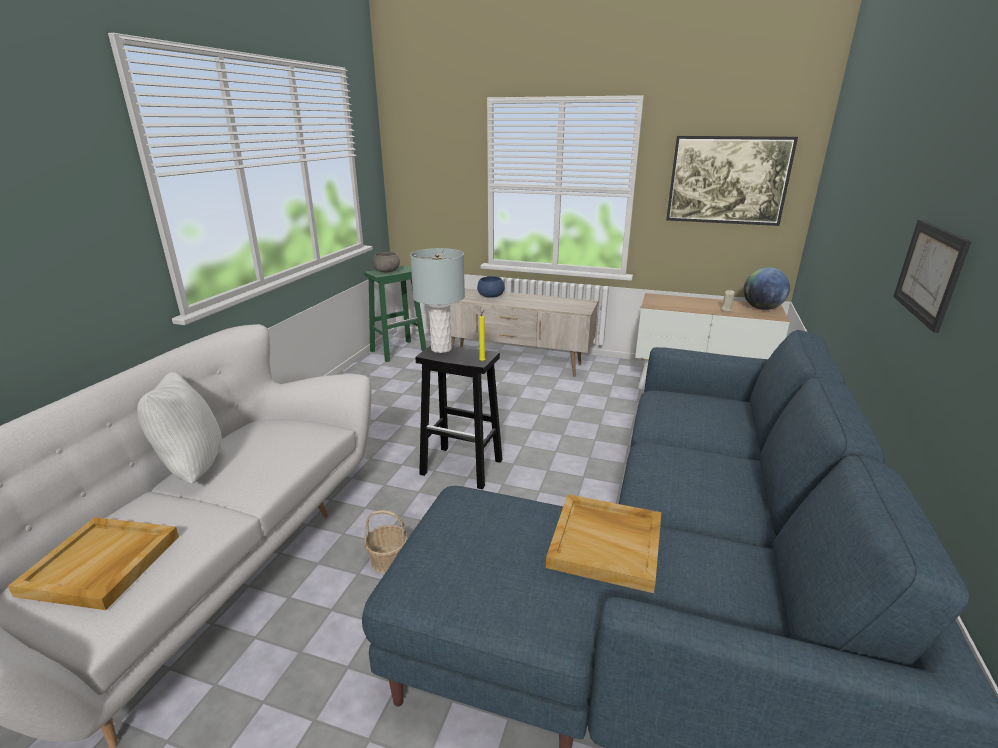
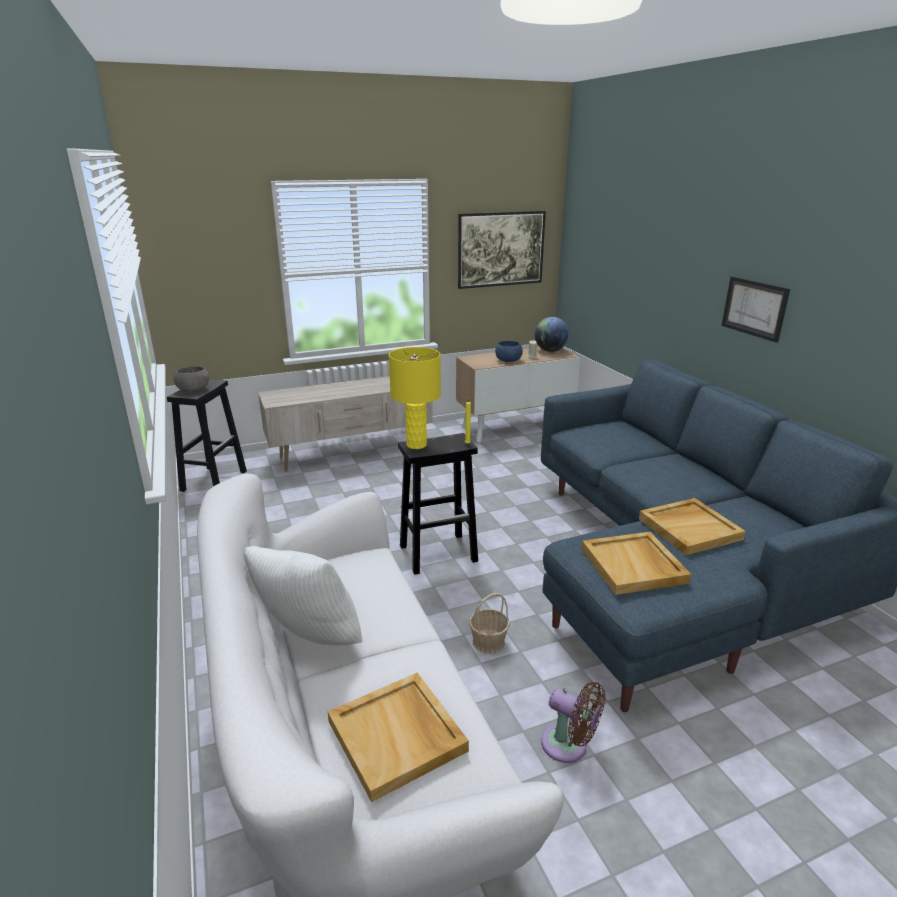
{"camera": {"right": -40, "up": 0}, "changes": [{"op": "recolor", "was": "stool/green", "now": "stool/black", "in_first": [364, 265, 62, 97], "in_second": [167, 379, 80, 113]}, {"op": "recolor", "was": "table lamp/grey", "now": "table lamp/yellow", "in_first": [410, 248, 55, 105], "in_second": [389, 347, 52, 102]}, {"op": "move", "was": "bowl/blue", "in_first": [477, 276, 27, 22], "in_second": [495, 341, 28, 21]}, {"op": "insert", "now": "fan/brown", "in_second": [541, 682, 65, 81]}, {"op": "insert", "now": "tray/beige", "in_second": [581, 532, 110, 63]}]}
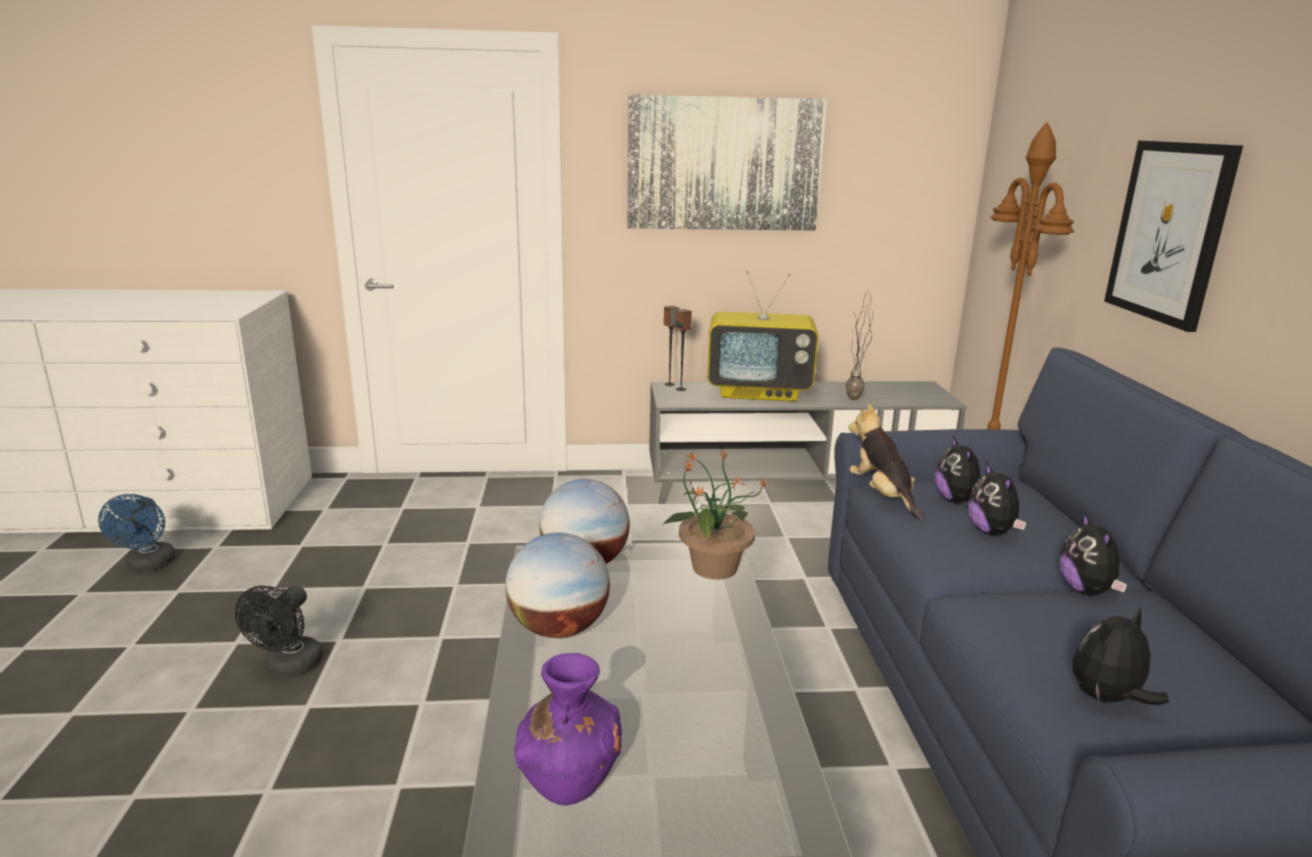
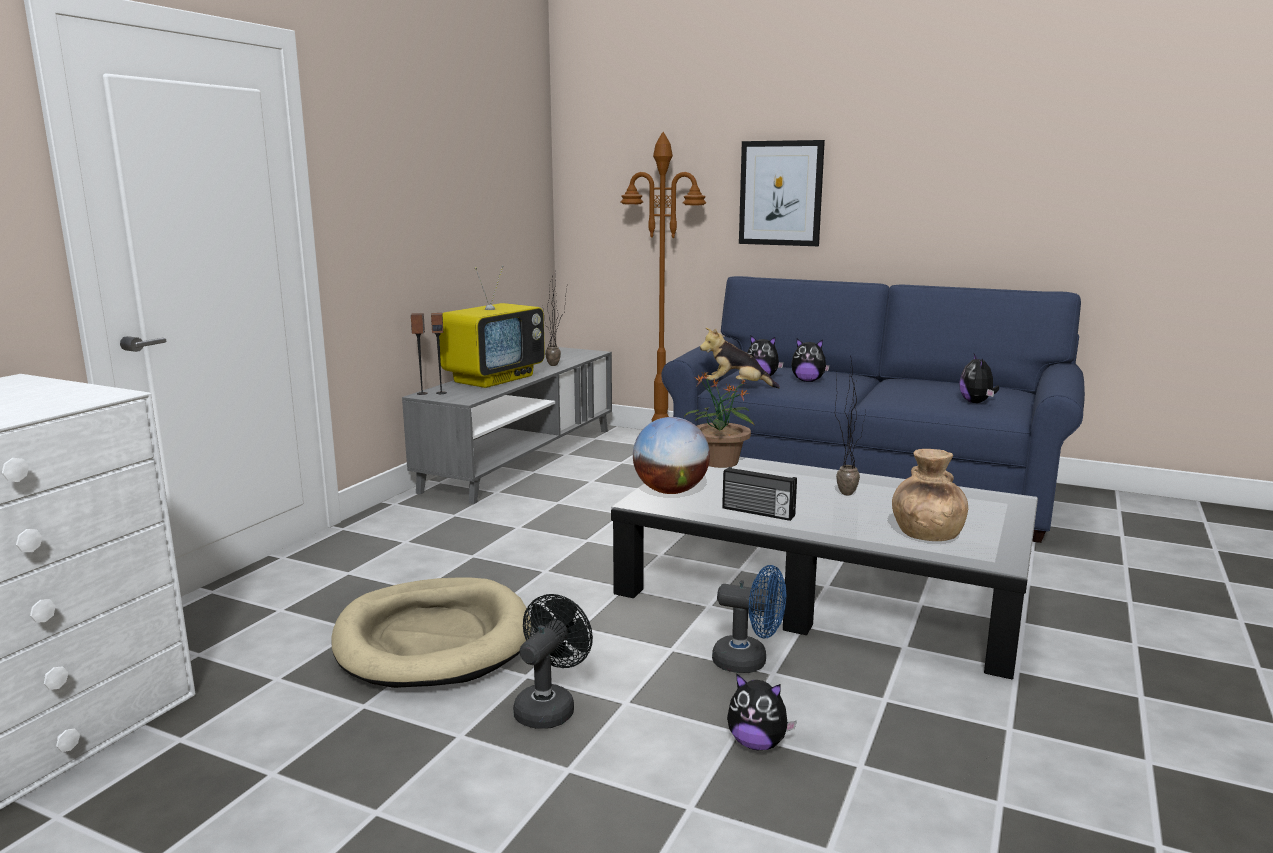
{"camera": {"right": -60, "up": -5}, "changes": [{"op": "move", "was": "fan/blue", "in_first": [98, 494, 78, 77], "in_second": [712, 565, 74, 108]}, {"op": "rotate", "was": "fan/black", "in_first": [235, 585, 88, 92], "in_second": [513, 594, 80, 135], "clockwise": -105}, {"op": "replace", "was": "globe", "now": "radio", "in_first": [505, 532, 105, 106], "in_second": [722, 467, 75, 54]}, {"op": "recolor", "was": "vase/purple", "now": "vase/brown", "in_first": [515, 653, 107, 152], "in_second": [892, 449, 76, 92]}, {"op": "delete", "was": "picture", "in_first": [628, 95, 199, 136]}, {"op": "move", "was": "plush toy", "in_first": [1060, 512, 67, 83], "in_second": [727, 673, 70, 77]}, {"op": "insert", "now": "dog bed/beige", "in_second": [332, 577, 200, 111]}, {"op": "insert", "now": "potted plant", "in_second": [835, 356, 31, 139]}]}
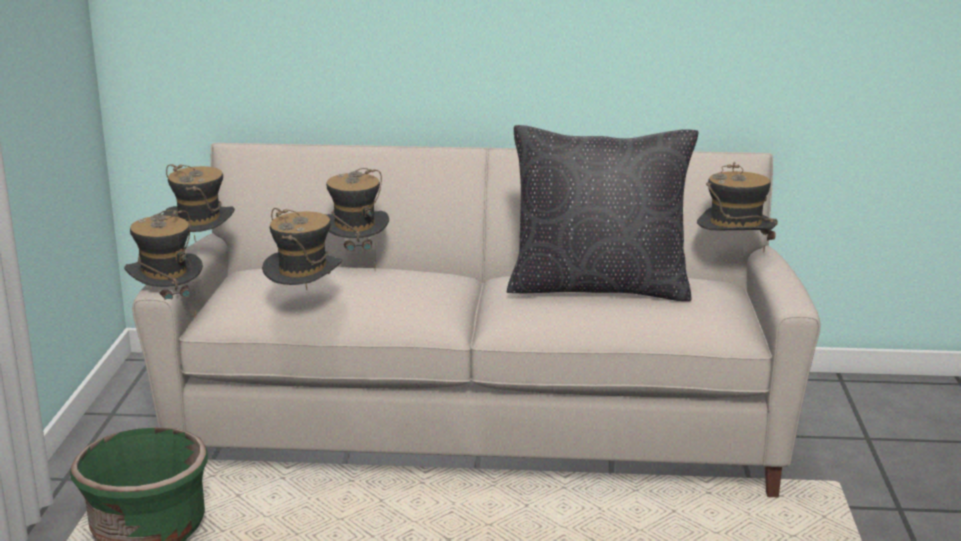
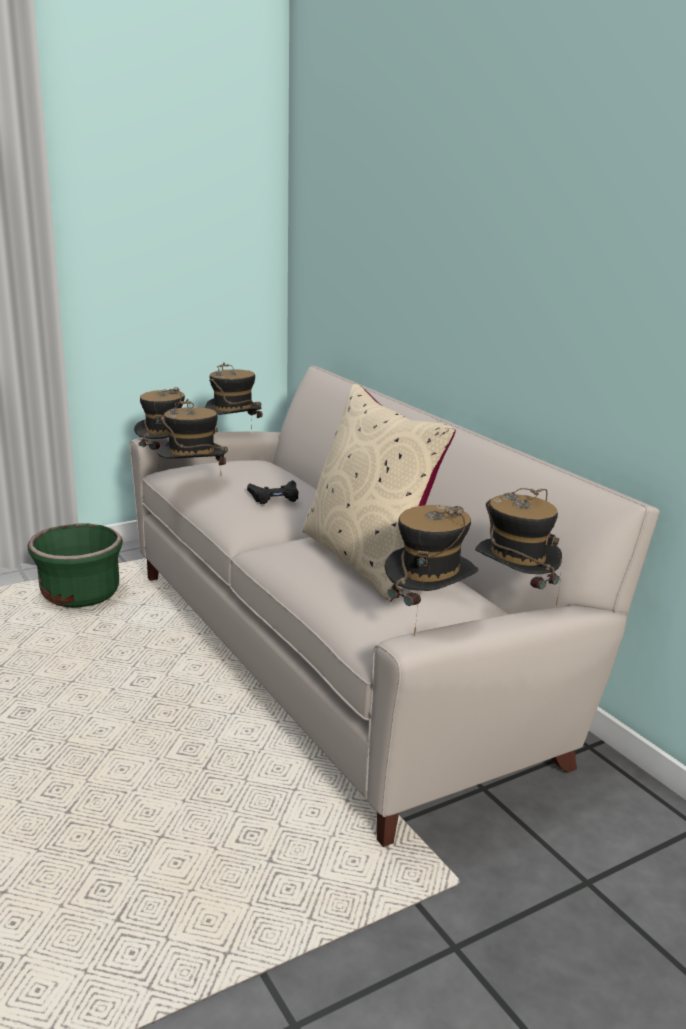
{"camera": {"right": 55, "up": 0}, "changes": [{"op": "move", "was": "hat", "in_first": [325, 168, 64, 101], "in_second": [385, 505, 94, 130]}, {"op": "recolor", "was": "pillow/black", "now": "pillow/beige", "in_first": [507, 125, 192, 176], "in_second": [302, 384, 154, 218]}, {"op": "insert", "now": "game controller/black", "in_second": [247, 480, 51, 24]}]}
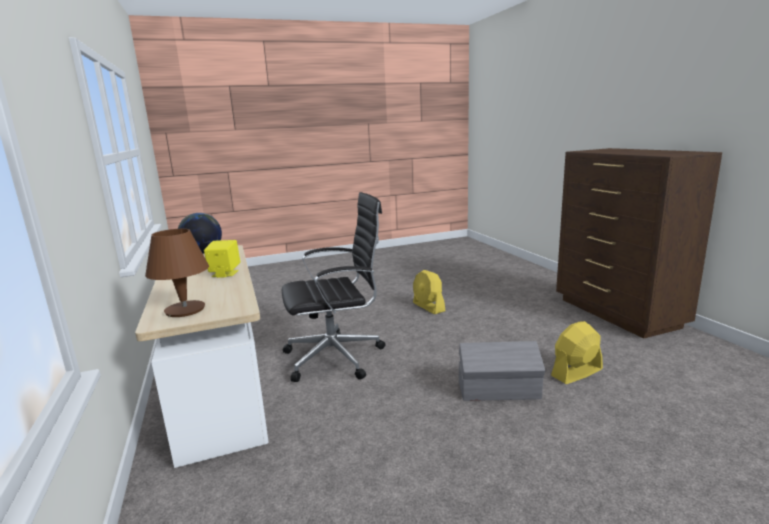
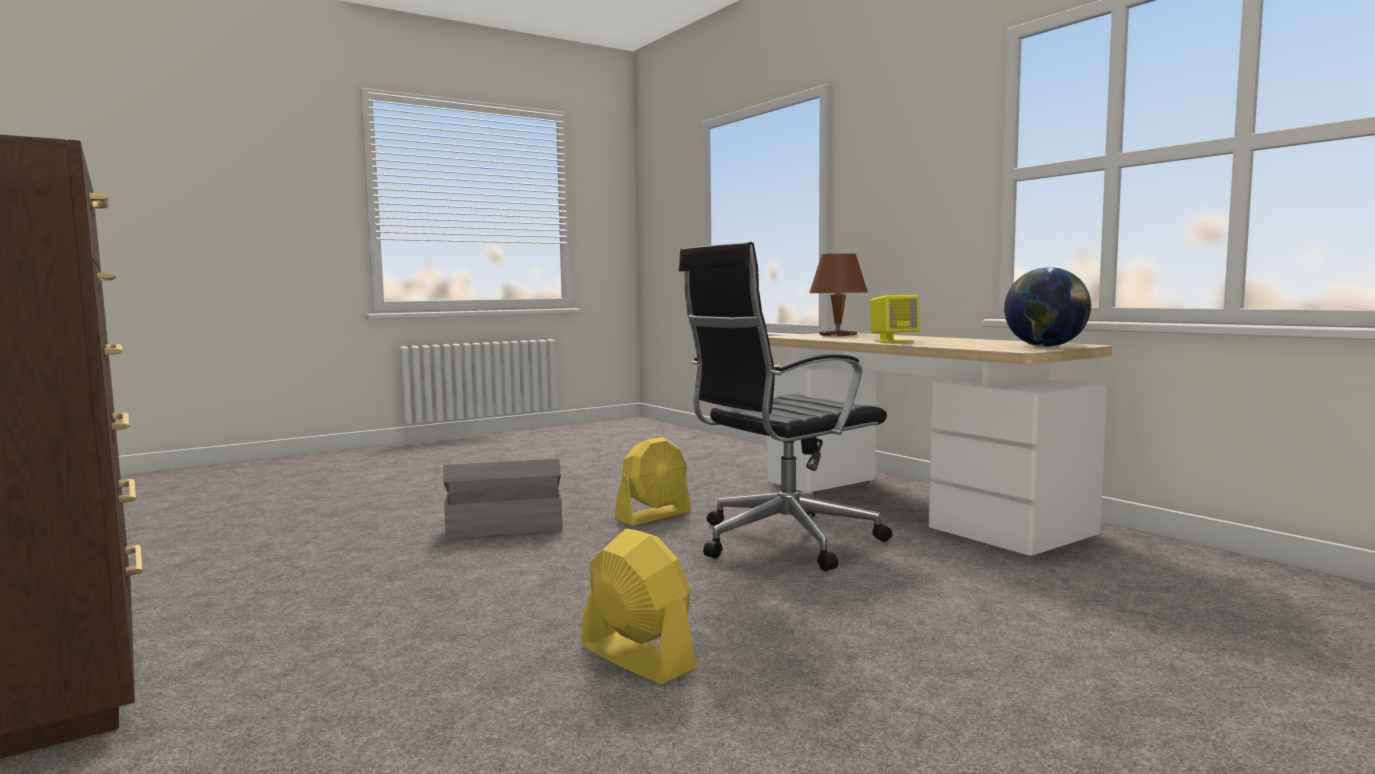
{"camera": {"right": 165, "up": -10}, "changes": [{"op": "move", "was": "fan/yellow", "in_first": [551, 321, 52, 63], "in_second": [614, 437, 77, 89]}]}
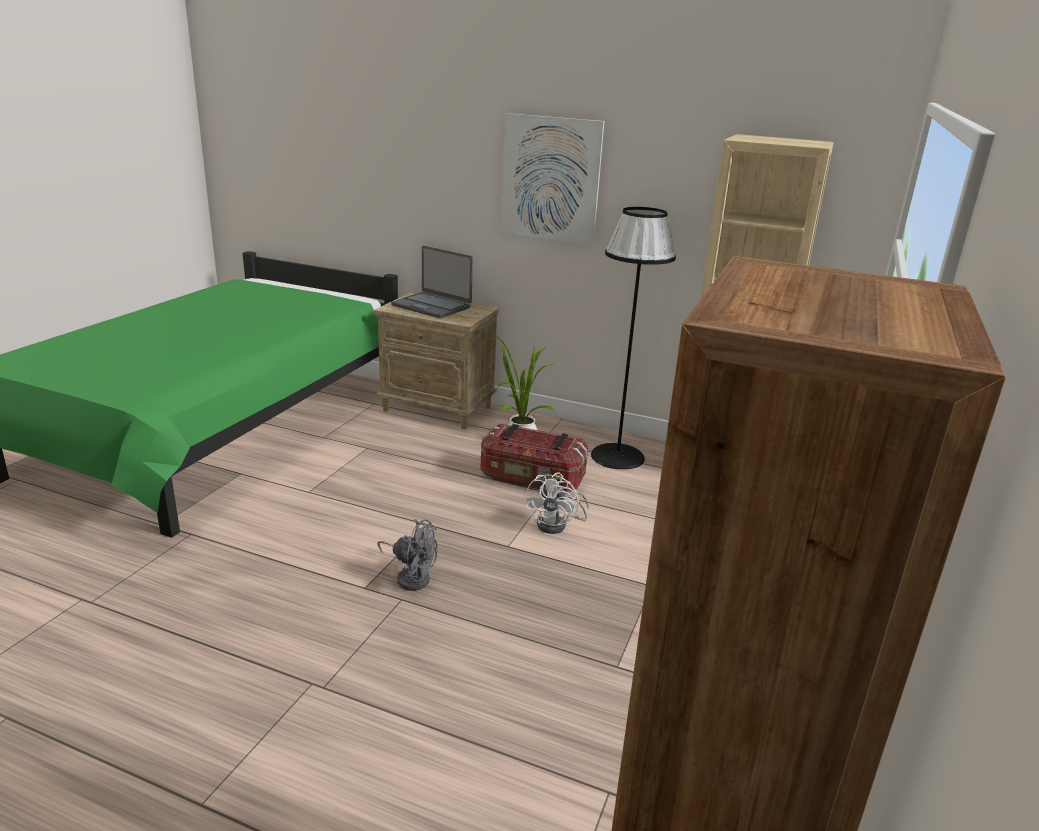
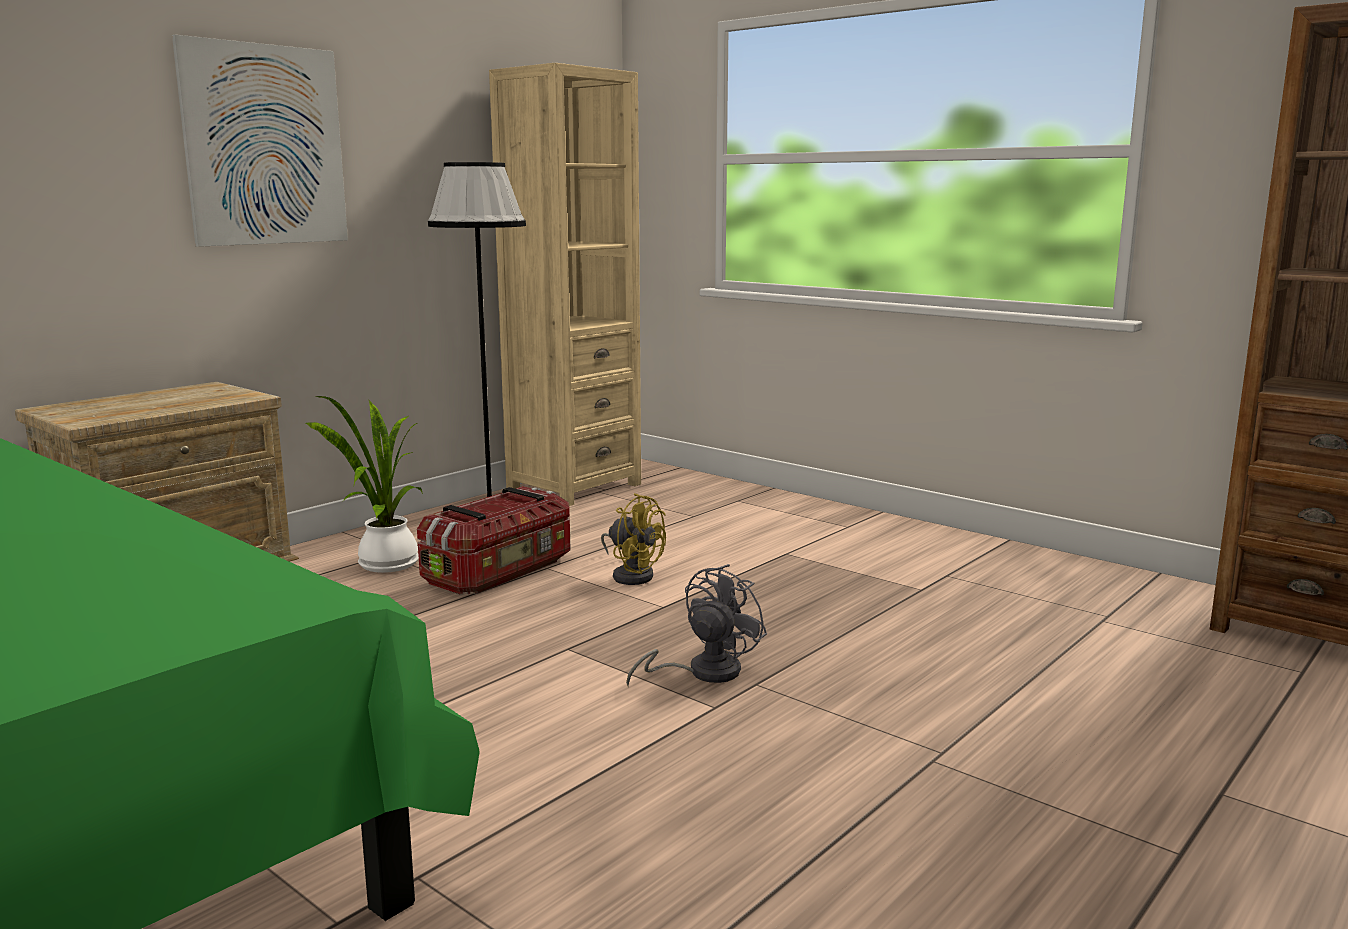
{"camera": {"right": -70, "up": -10}, "changes": [{"op": "delete", "was": "laptop", "in_first": [391, 246, 82, 72]}, {"op": "recolor", "was": "fan/white", "now": "fan/yellow", "in_first": [525, 472, 64, 62], "in_second": [601, 493, 65, 92]}]}
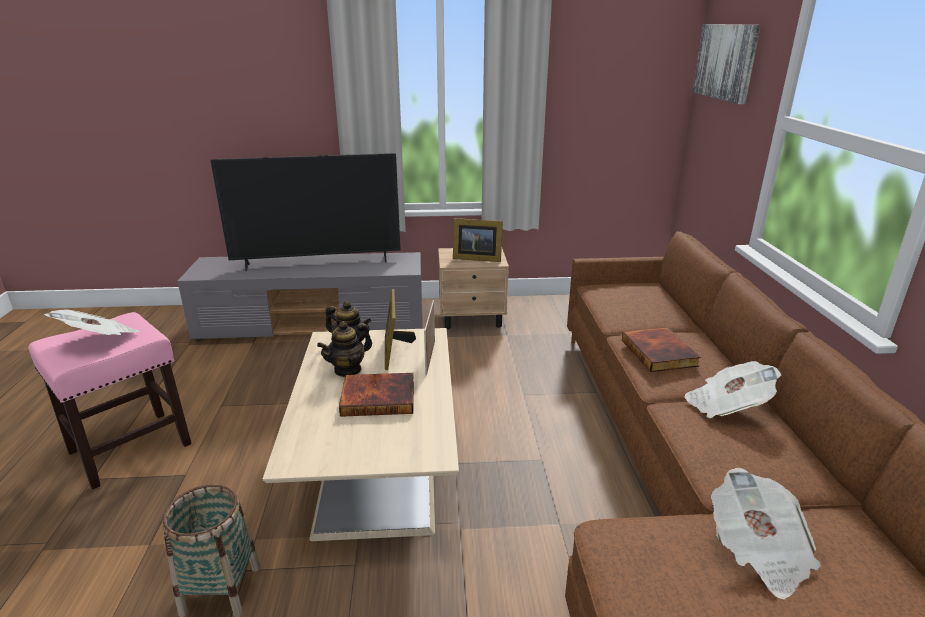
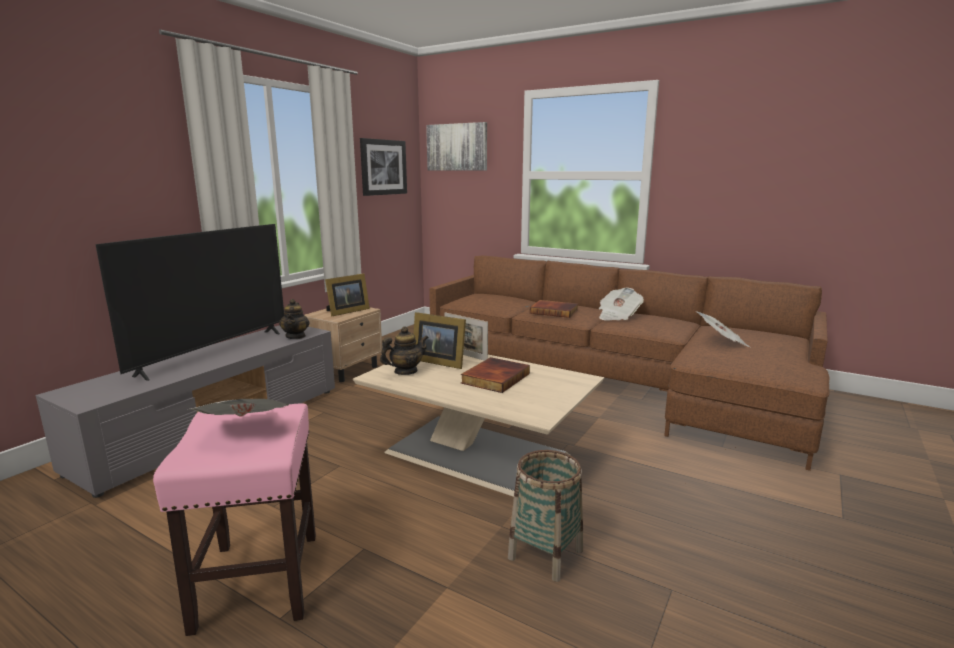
{"camera": {"right": -55, "up": -10}, "changes": [{"op": "move", "was": "teapot", "in_first": [317, 321, 55, 56], "in_second": [279, 299, 31, 40]}, {"op": "insert", "now": "picture", "in_second": [360, 138, 47, 58]}]}
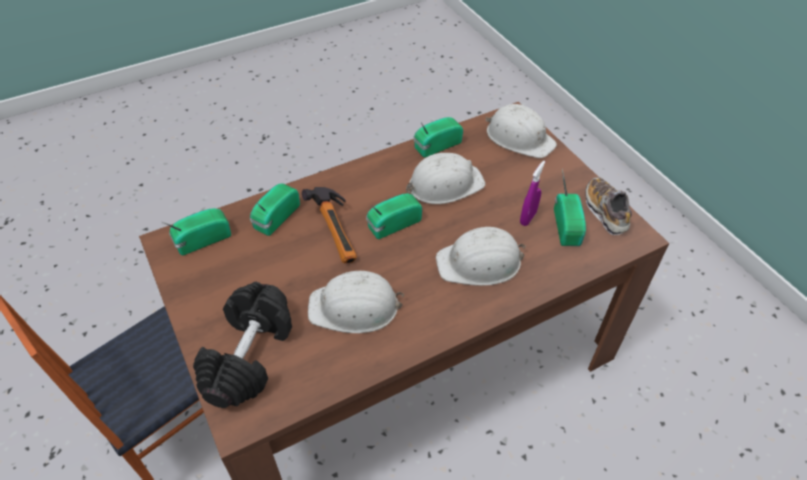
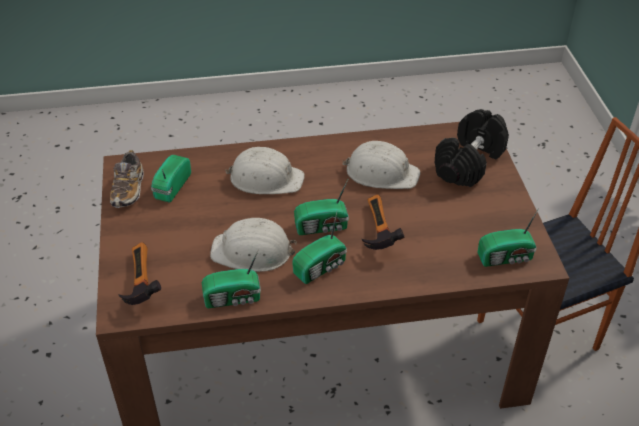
{"camera": {"right": -160, "up": -5}, "changes": [{"op": "move", "was": "radio", "in_first": [250, 184, 50, 52], "in_second": [292, 212, 55, 72]}, {"op": "replace", "was": "hard hat/white", "now": "hammer", "in_first": [486, 104, 71, 54], "in_second": [118, 242, 43, 63]}, {"op": "delete", "was": "spray bottle/purple", "in_first": [520, 161, 25, 65]}]}
